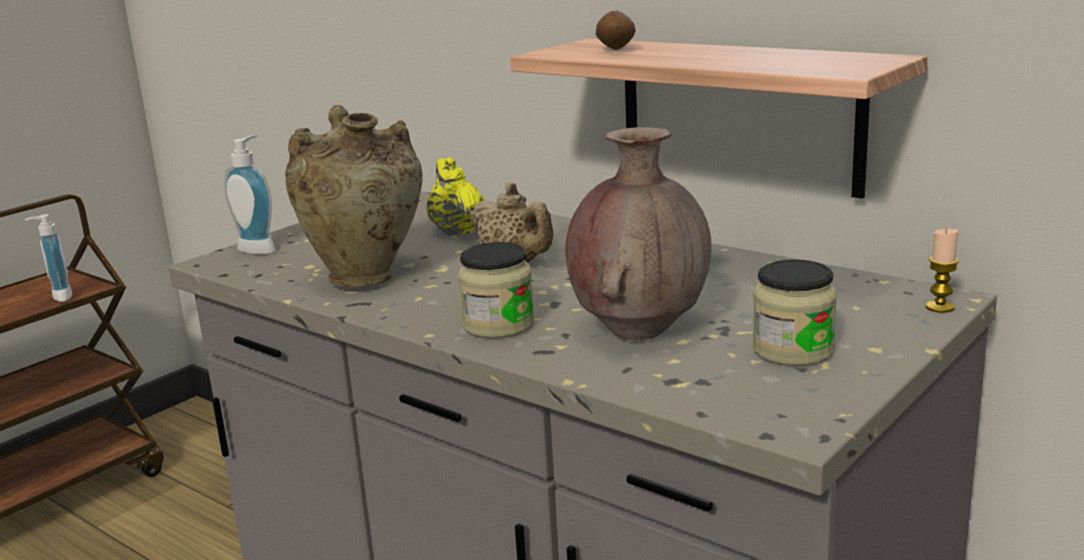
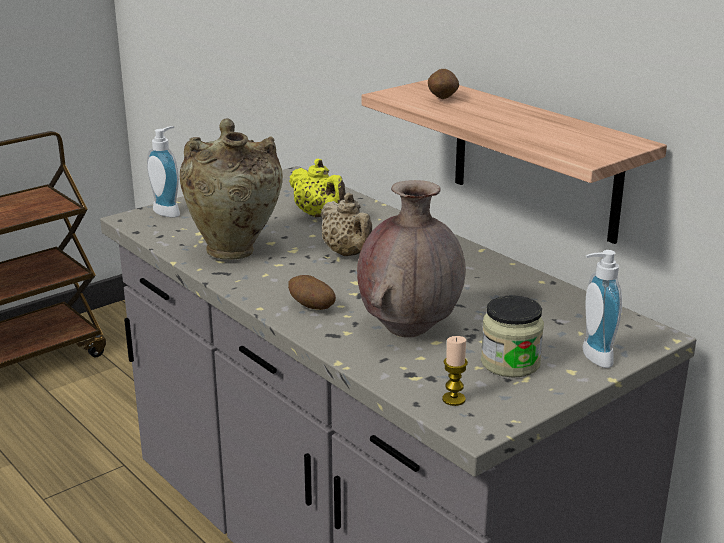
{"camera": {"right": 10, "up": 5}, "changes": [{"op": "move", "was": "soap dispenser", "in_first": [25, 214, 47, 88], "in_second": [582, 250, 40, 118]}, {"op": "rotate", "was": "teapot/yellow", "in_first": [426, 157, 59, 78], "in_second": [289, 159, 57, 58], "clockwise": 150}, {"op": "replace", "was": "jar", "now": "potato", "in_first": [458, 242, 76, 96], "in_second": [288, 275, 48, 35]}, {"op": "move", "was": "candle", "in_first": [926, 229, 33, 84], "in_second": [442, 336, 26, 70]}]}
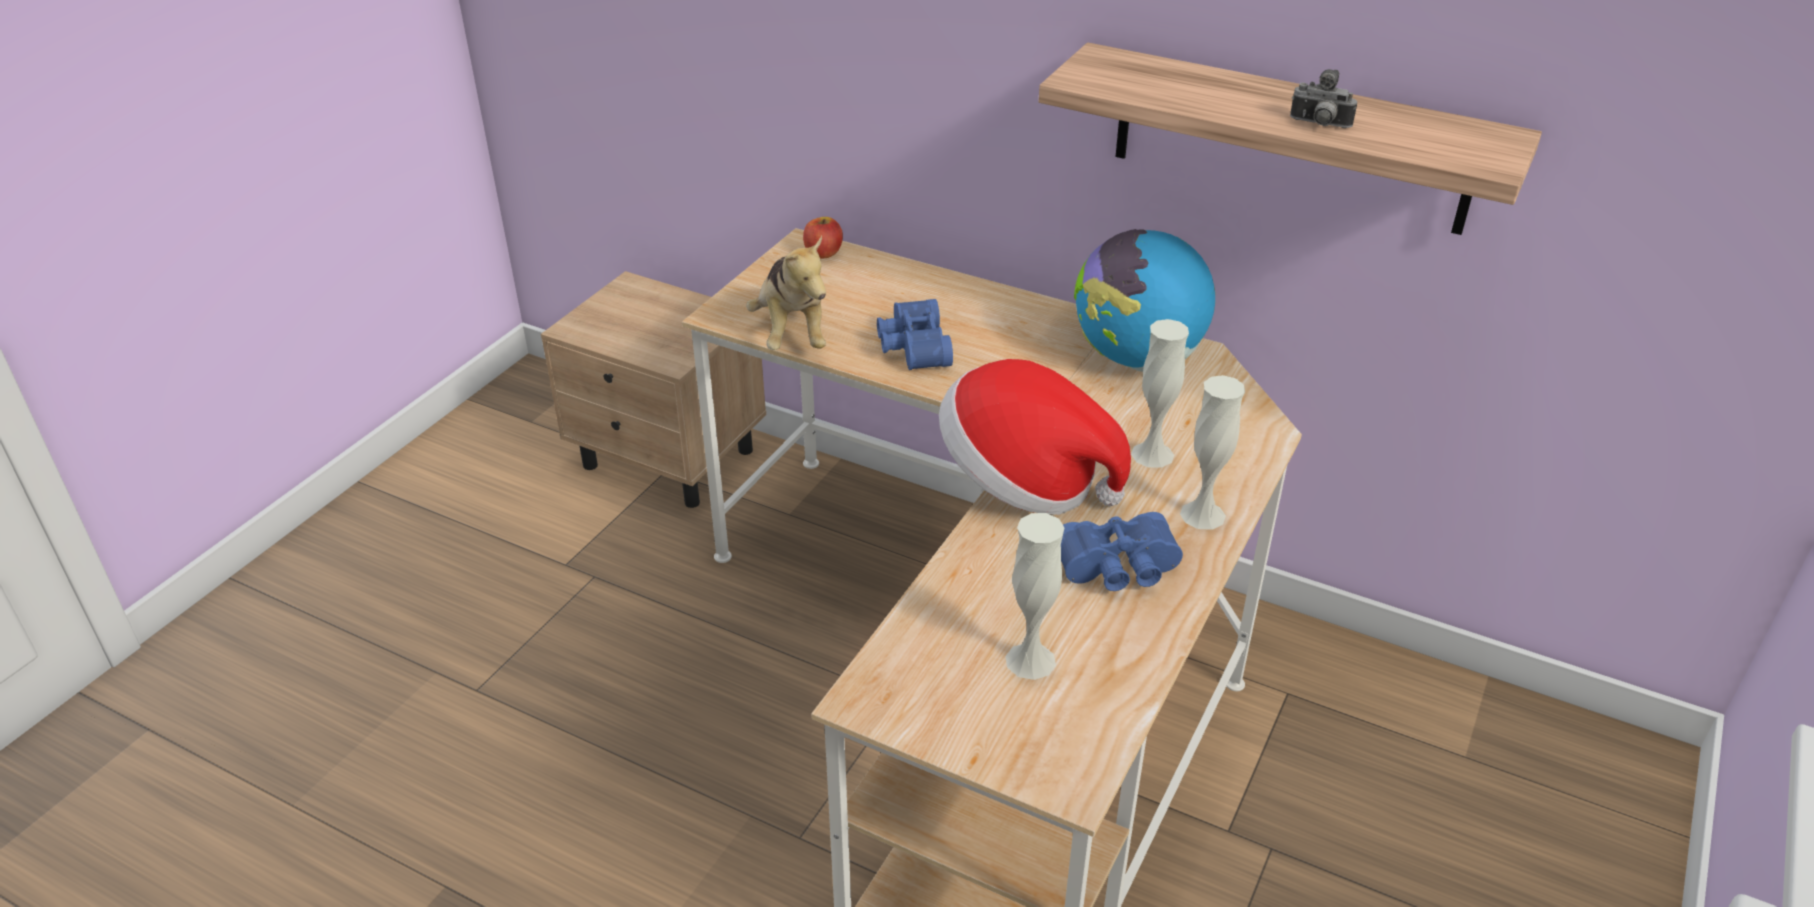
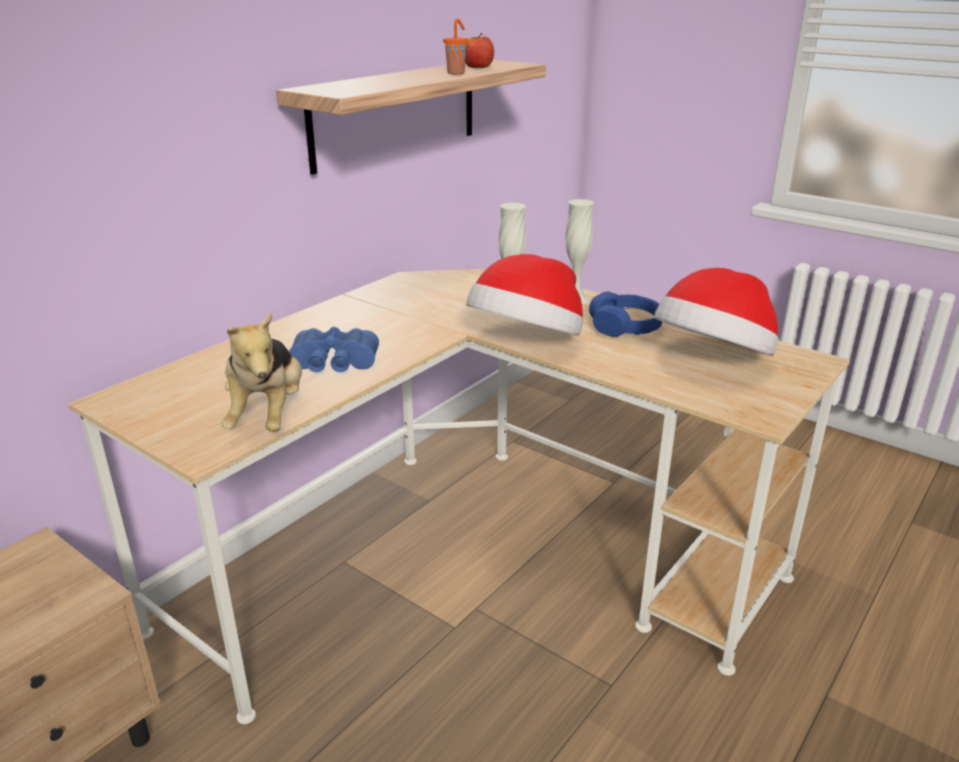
{"camera": {"right": -80, "up": -10}, "changes": [{"op": "rotate", "was": "plush toy", "in_first": [746, 236, 80, 114], "in_second": [221, 313, 81, 119], "clockwise": 90}, {"op": "move", "was": "apple", "in_first": [803, 217, 40, 41], "in_second": [465, 33, 29, 35]}, {"op": "replace", "was": "vase/white", "now": "hat", "in_first": [1005, 513, 60, 167], "in_second": [654, 268, 125, 88]}, {"op": "replace", "was": "binoculars/blue", "now": "headphones/blue", "in_first": [1061, 512, 122, 79], "in_second": [589, 292, 73, 45]}, {"op": "delete", "was": "globe", "in_first": [1074, 229, 141, 143]}, {"op": "replace", "was": "photo camera", "now": "cup/orange", "in_first": [1290, 69, 67, 59], "in_second": [443, 19, 25, 55]}]}
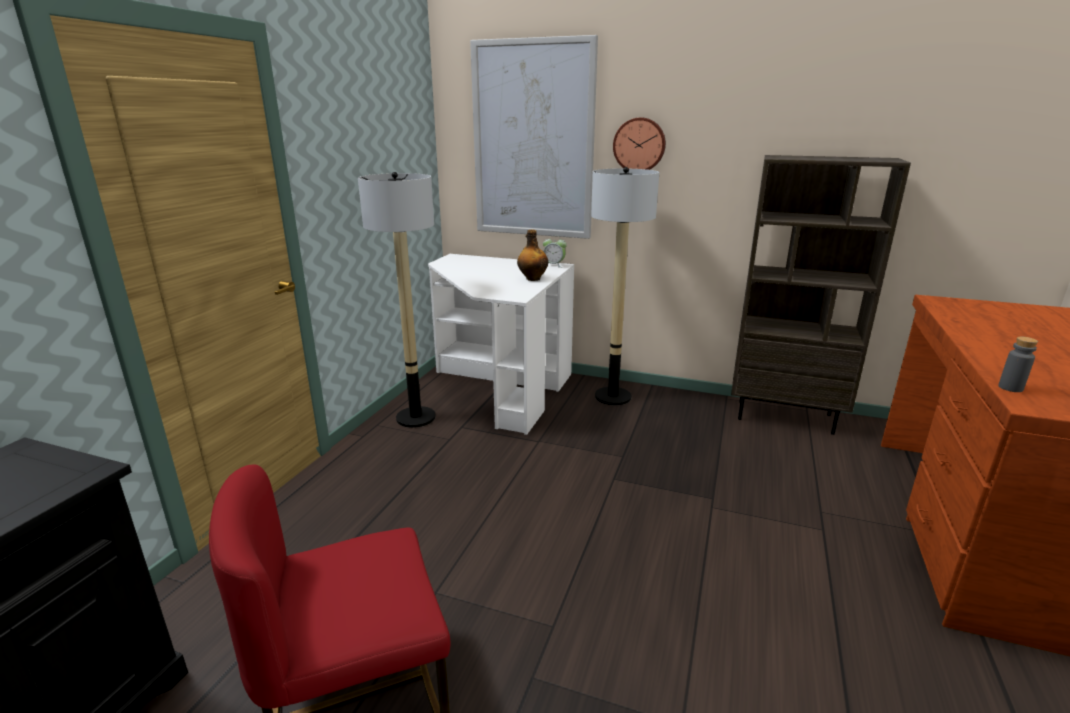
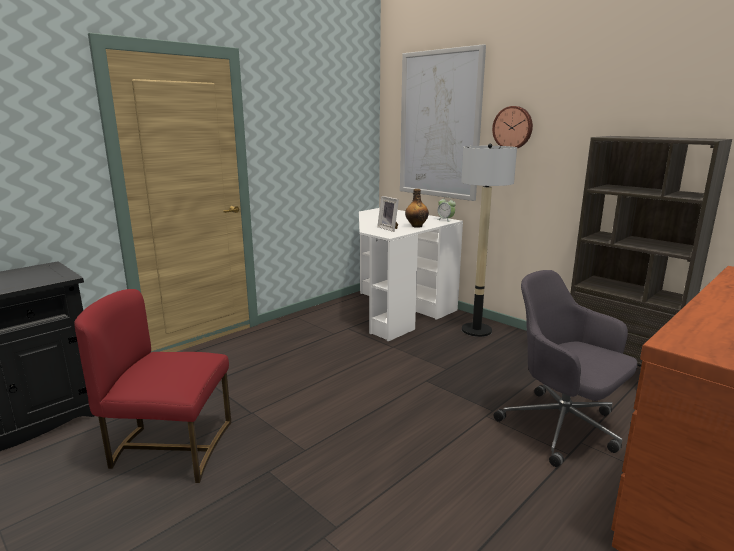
{"camera": {"right": 25, "up": -5}, "changes": [{"op": "delete", "was": "floor lamp", "in_first": [358, 172, 78, 256]}, {"op": "delete", "was": "bottle/grey", "in_first": [998, 337, 40, 55]}, {"op": "insert", "now": "picture frame", "in_second": [377, 196, 22, 36]}, {"op": "insert", "now": "office chair/grey", "in_second": [494, 270, 143, 197]}]}
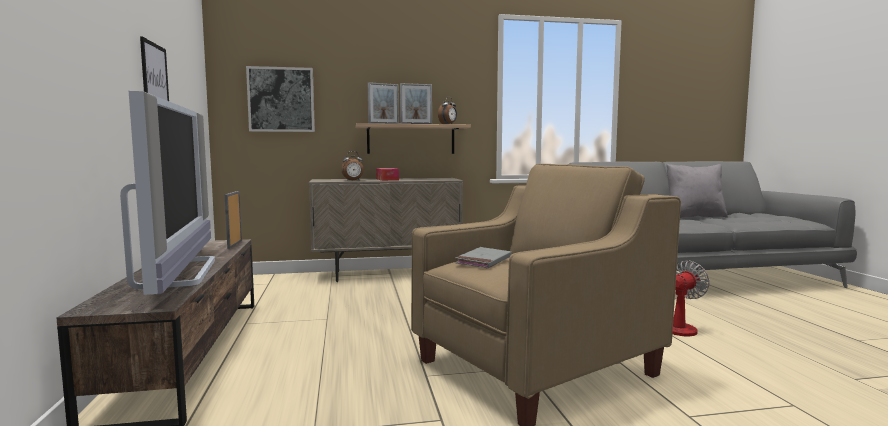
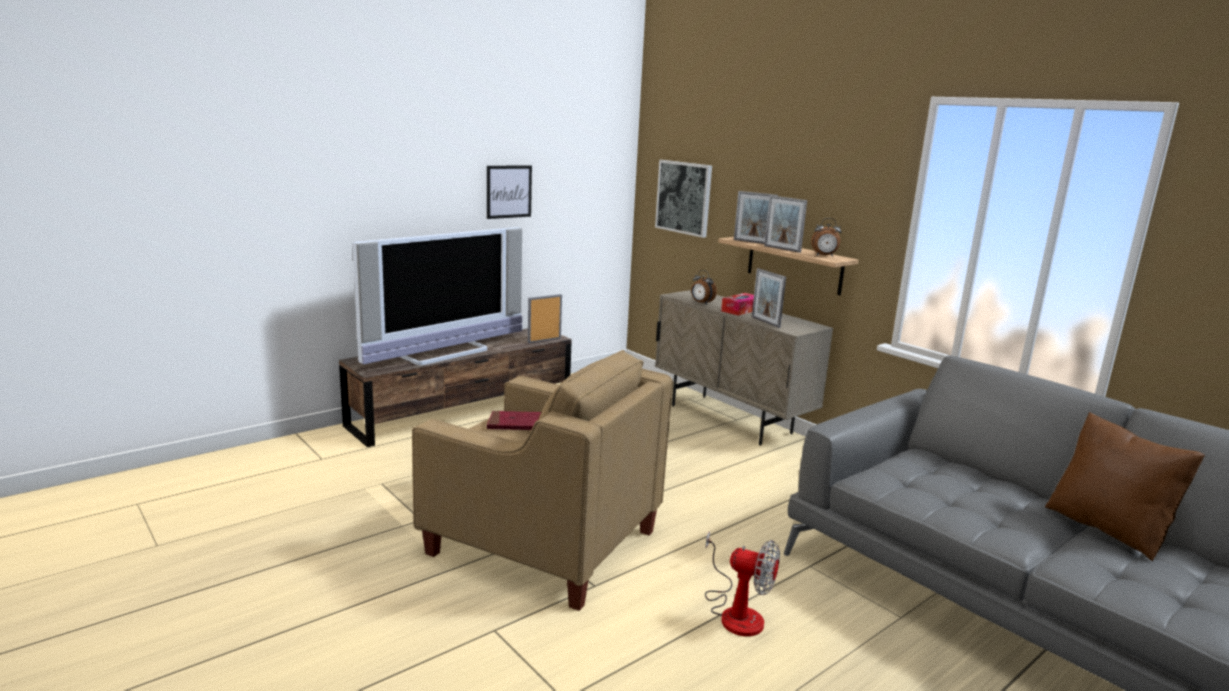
{"camera": {"right": 60, "up": 10}, "changes": [{"op": "recolor", "was": "book/grey", "now": "book/red", "in_first": [455, 247, 57, 21], "in_second": [487, 411, 54, 19]}, {"op": "recolor", "was": "pillow/grey", "now": "pillow/brown", "in_first": [667, 164, 61, 54], "in_second": [1045, 412, 160, 149]}, {"op": "insert", "now": "picture frame", "in_second": [752, 268, 34, 60]}]}
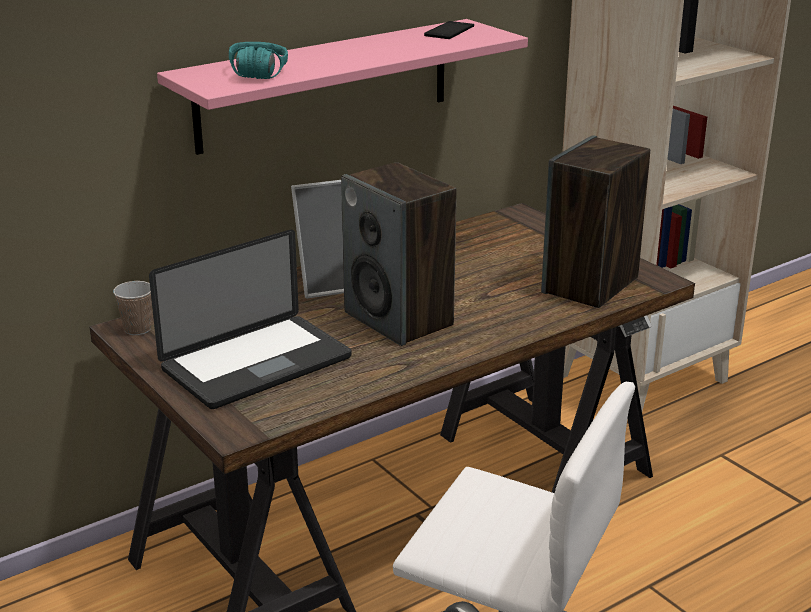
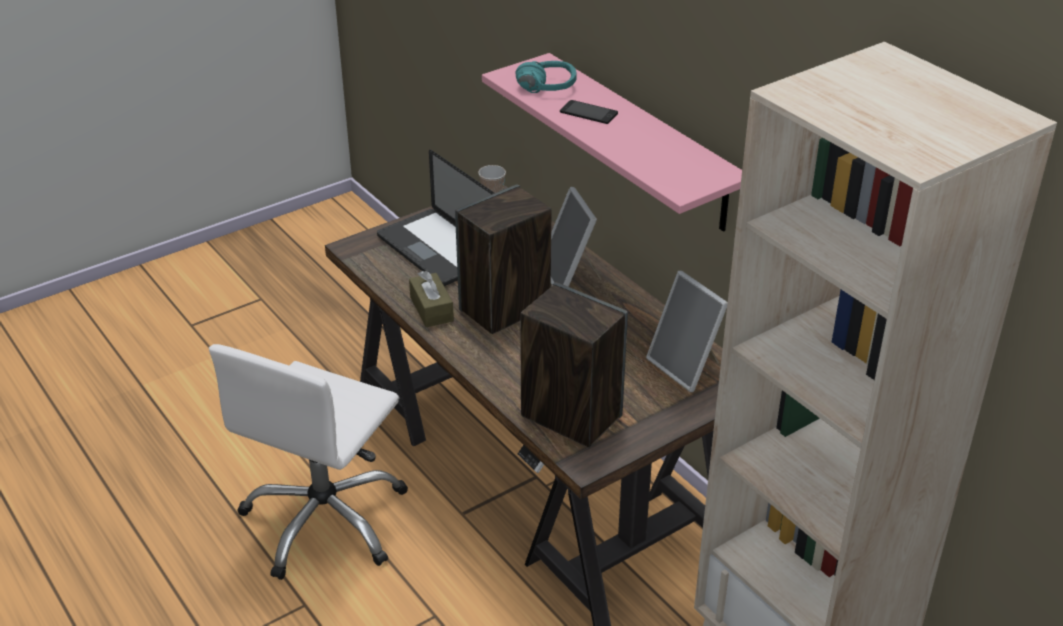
{"camera": {"right": 90, "up": 10}, "changes": [{"op": "move", "was": "phone", "in_first": [424, 21, 50, 18], "in_second": [560, 100, 58, 24]}, {"op": "insert", "now": "tissue box/brown", "in_second": [409, 271, 45, 56]}, {"op": "insert", "now": "picture frame", "in_second": [646, 271, 82, 121]}]}
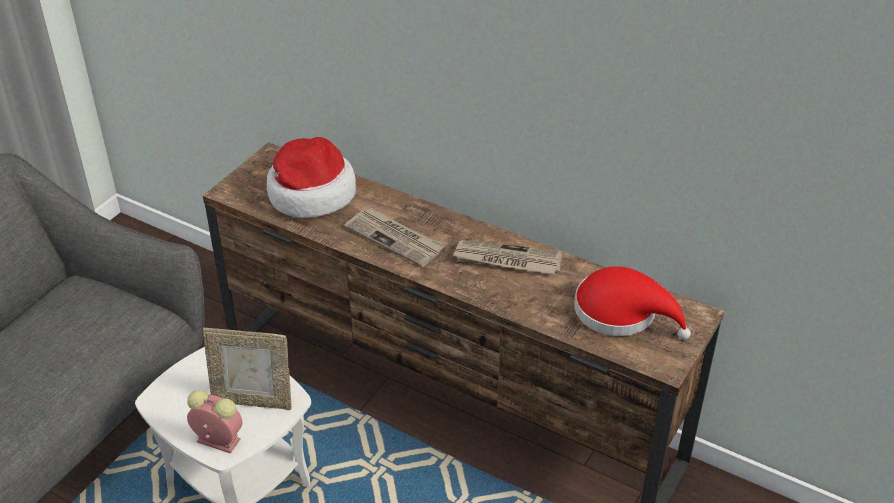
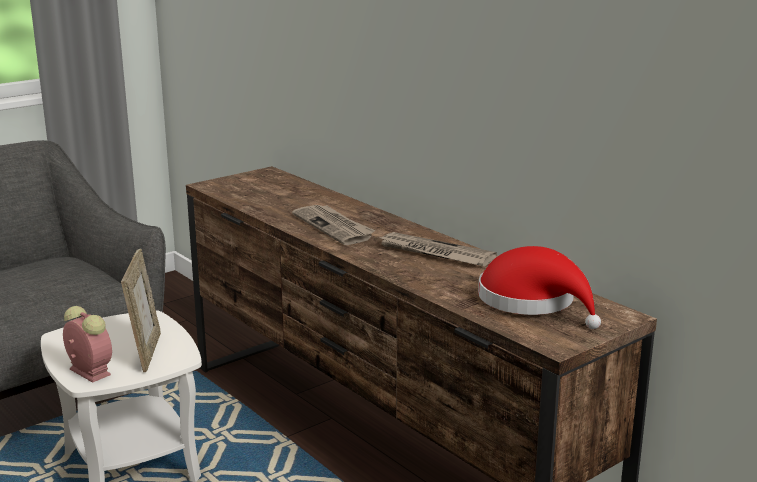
{"camera": {"right": 20, "up": -20}, "changes": [{"op": "rotate", "was": "picture frame", "in_first": [203, 328, 89, 82], "in_second": [121, 249, 40, 123], "clockwise": -120}, {"op": "delete", "was": "hat", "in_first": [267, 137, 89, 81]}]}
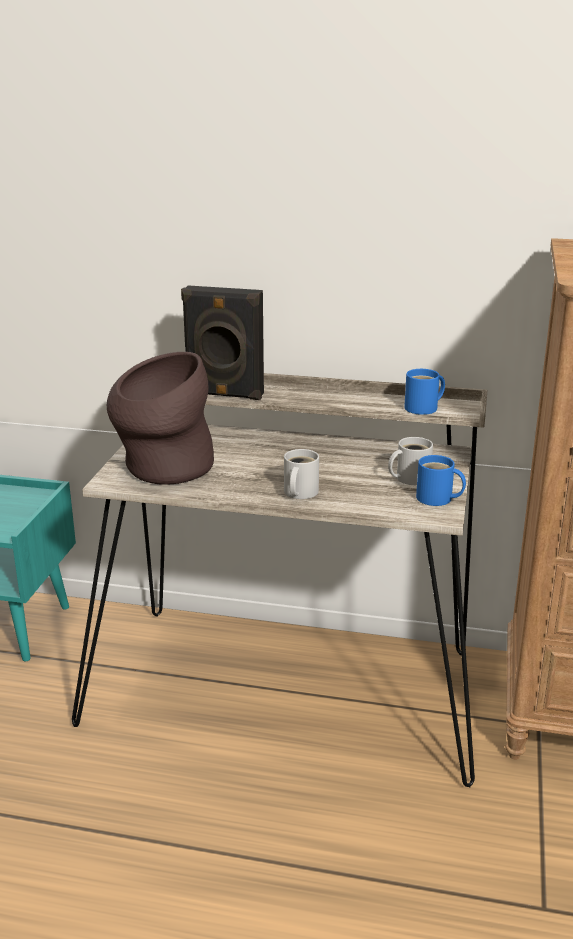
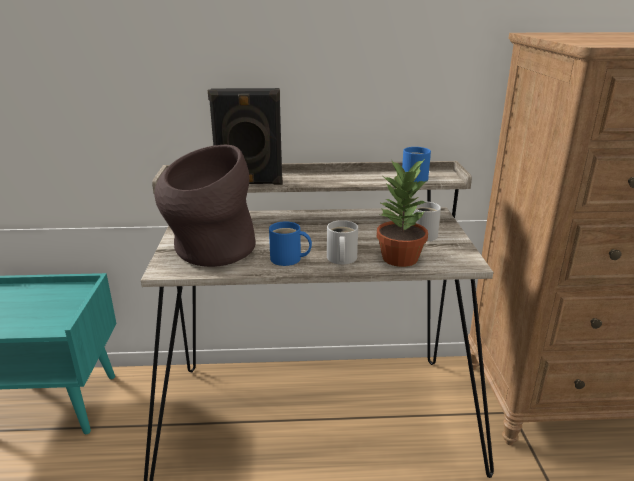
{"camera": {"right": -15, "up": 0}, "changes": [{"op": "move", "was": "mug/blue", "in_first": [416, 455, 50, 51], "in_second": [269, 222, 43, 44]}, {"op": "insert", "now": "potted plant", "in_second": [377, 159, 51, 108]}]}
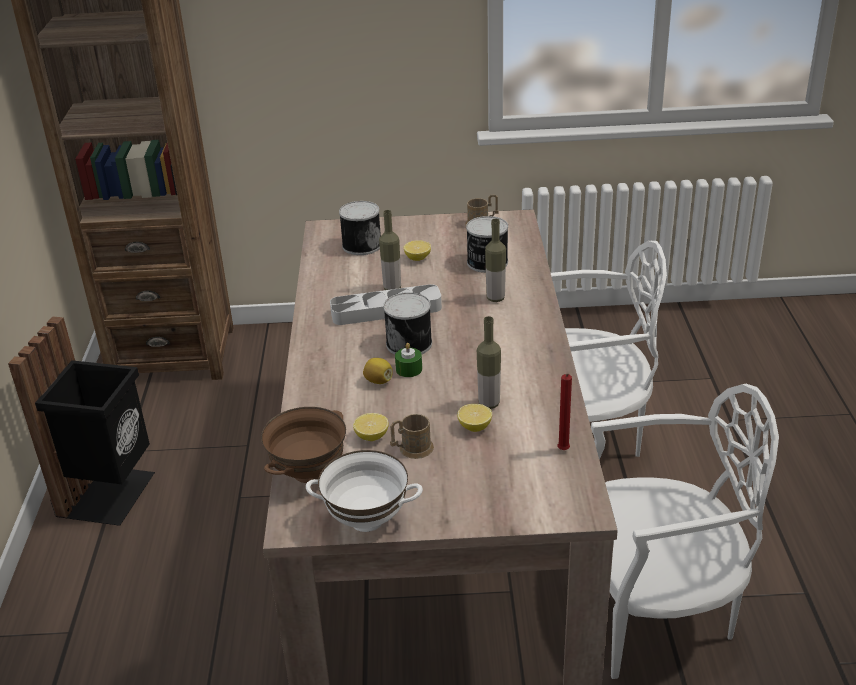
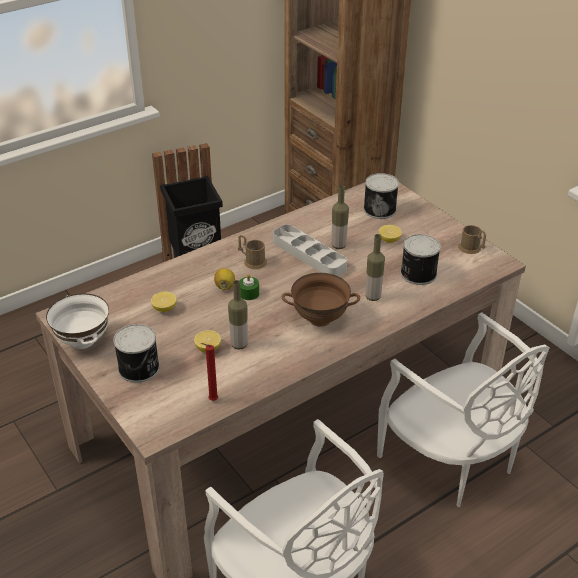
{"camera": {"right": 55, "up": 5}, "changes": [{"op": "move", "was": "bowl/brown", "in_first": [261, 407, 85, 76], "in_second": [282, 273, 78, 53]}, {"op": "move", "was": "can", "in_first": [383, 292, 49, 63], "in_second": [113, 324, 47, 59]}, {"op": "move", "was": "mug/brown", "in_first": [390, 414, 44, 45], "in_second": [238, 235, 29, 34]}]}
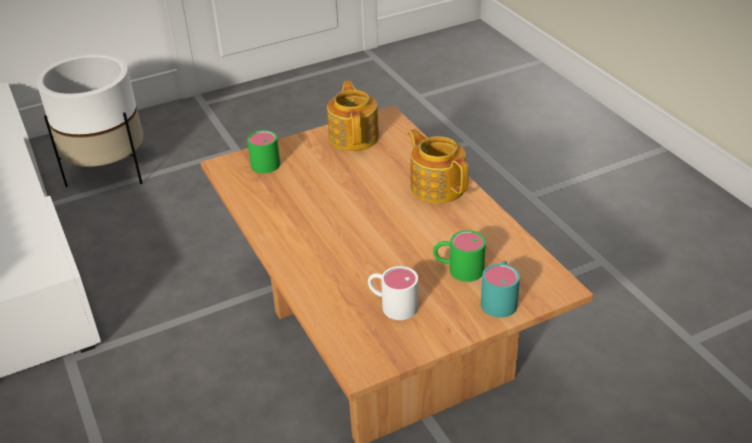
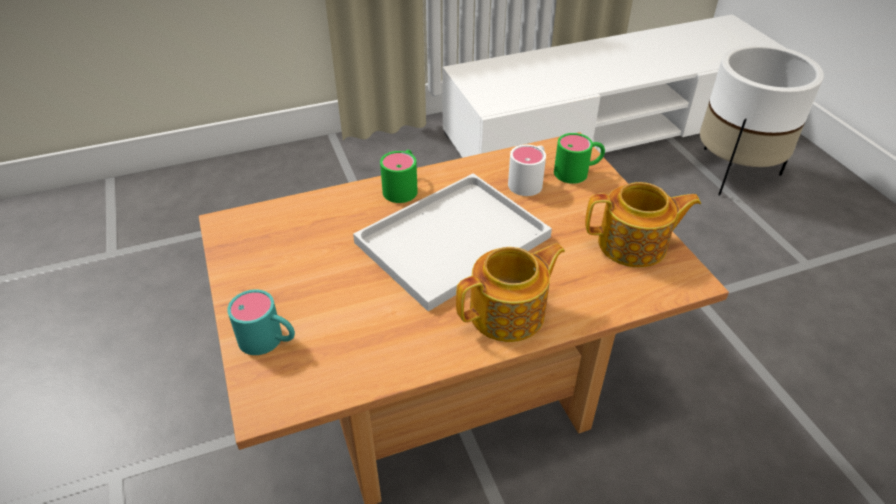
{"camera": {"right": 95, "up": 5}, "changes": [{"op": "move", "was": "mug/white", "in_first": [368, 266, 50, 54], "in_second": [508, 145, 38, 51]}, {"op": "move", "was": "mug/green", "in_first": [433, 230, 53, 52], "in_second": [380, 150, 38, 53]}, {"op": "insert", "now": "tray/white", "in_second": [353, 173, 199, 139]}]}
